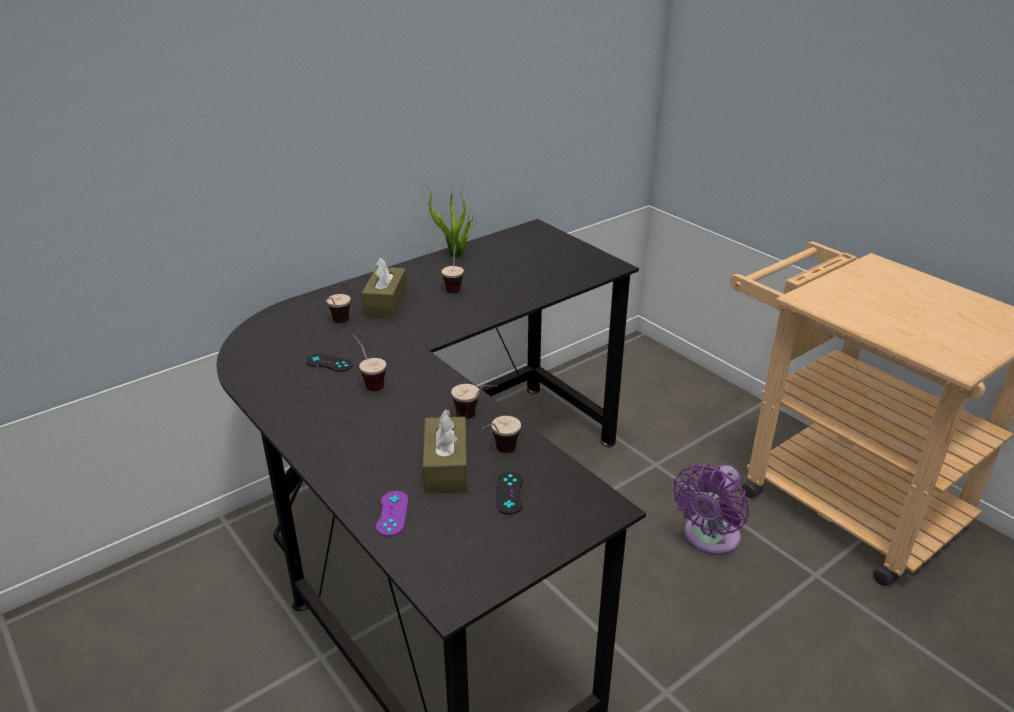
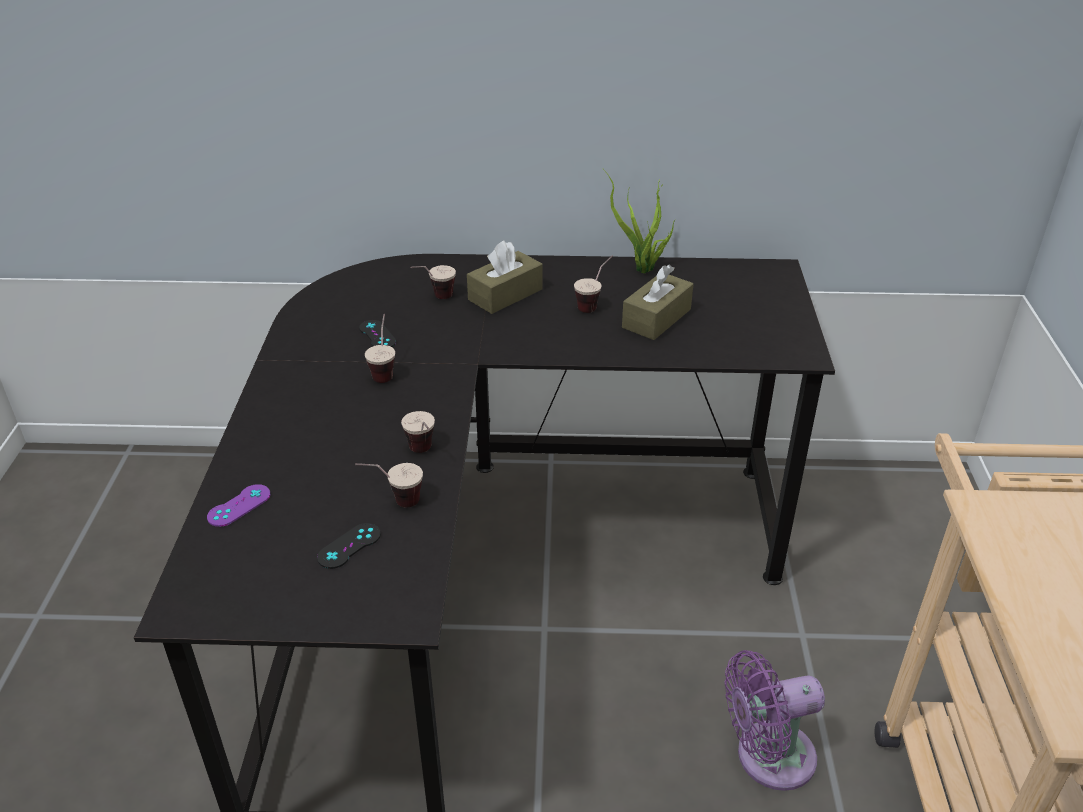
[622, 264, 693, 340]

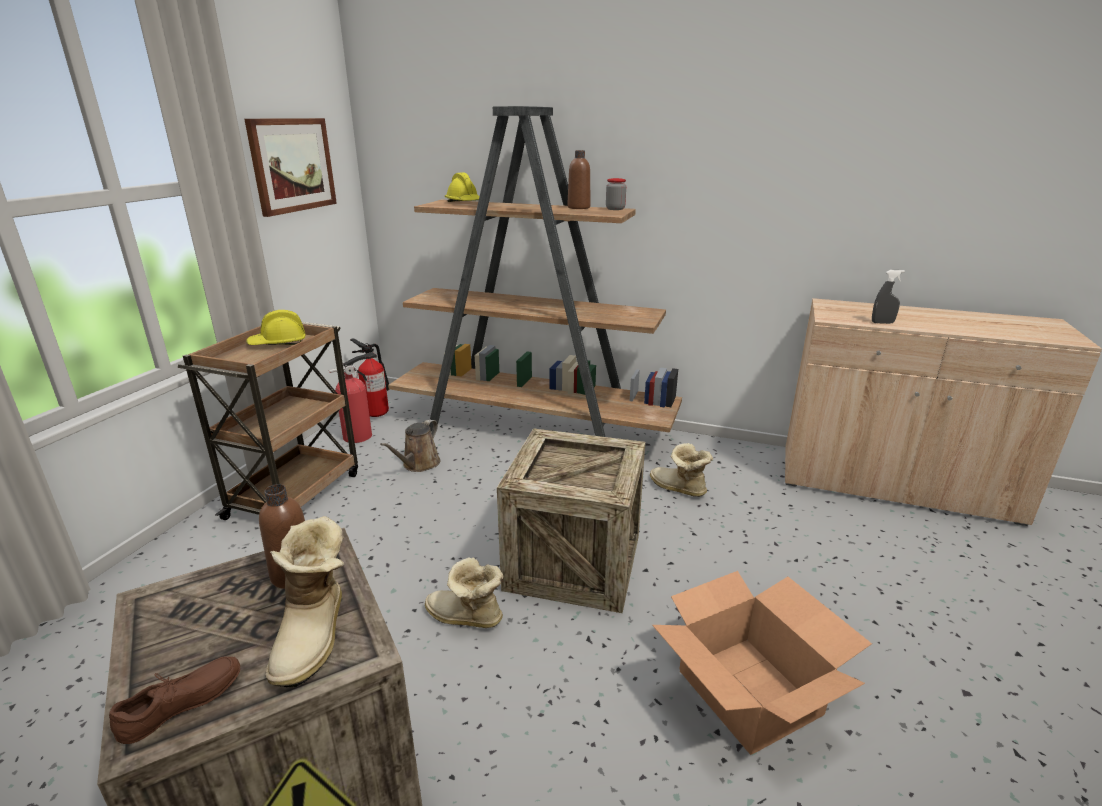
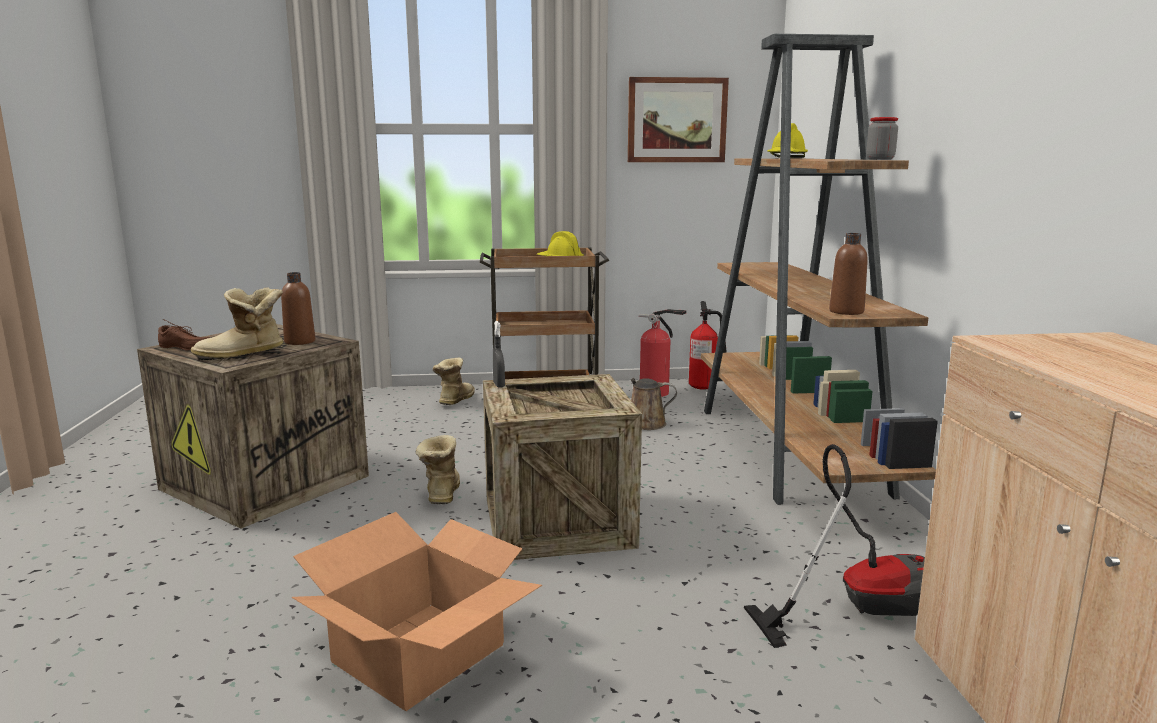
[829, 233, 868, 315]
[432, 358, 475, 405]
[493, 321, 505, 388]
[743, 444, 925, 648]

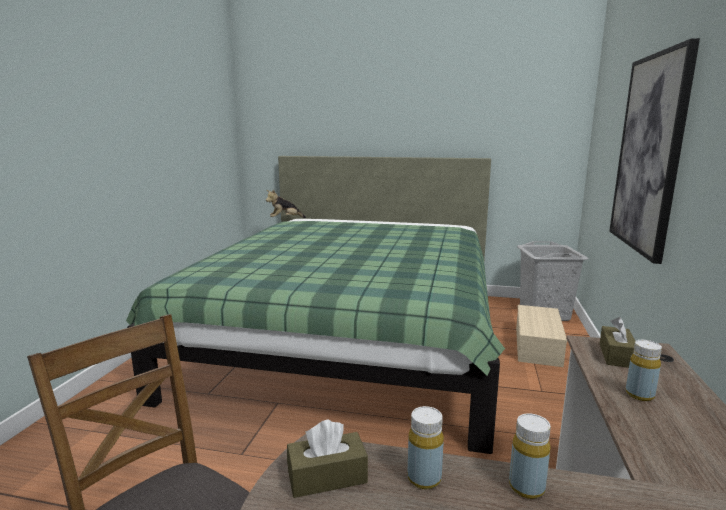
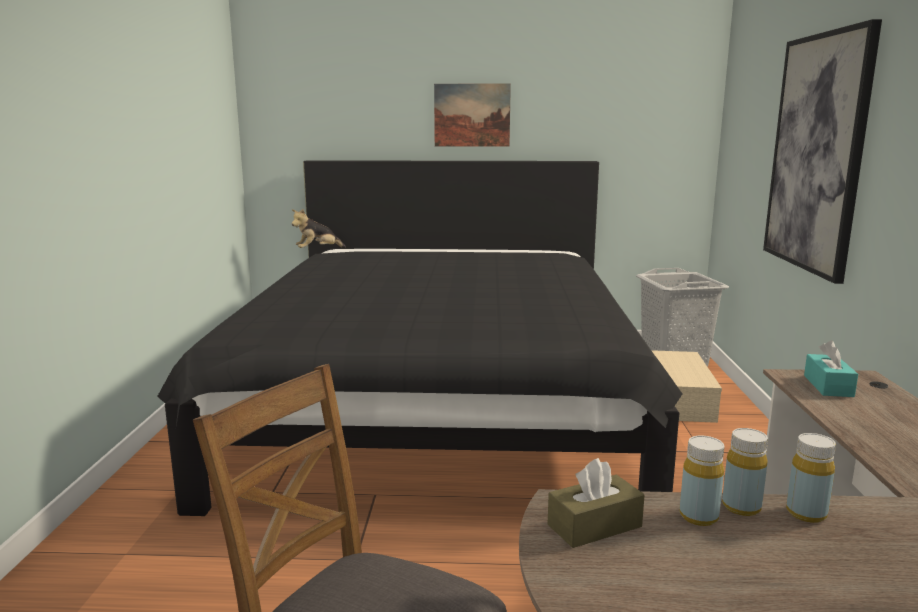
[157, 160, 682, 516]
[804, 341, 858, 397]
[722, 428, 768, 516]
[434, 84, 511, 146]

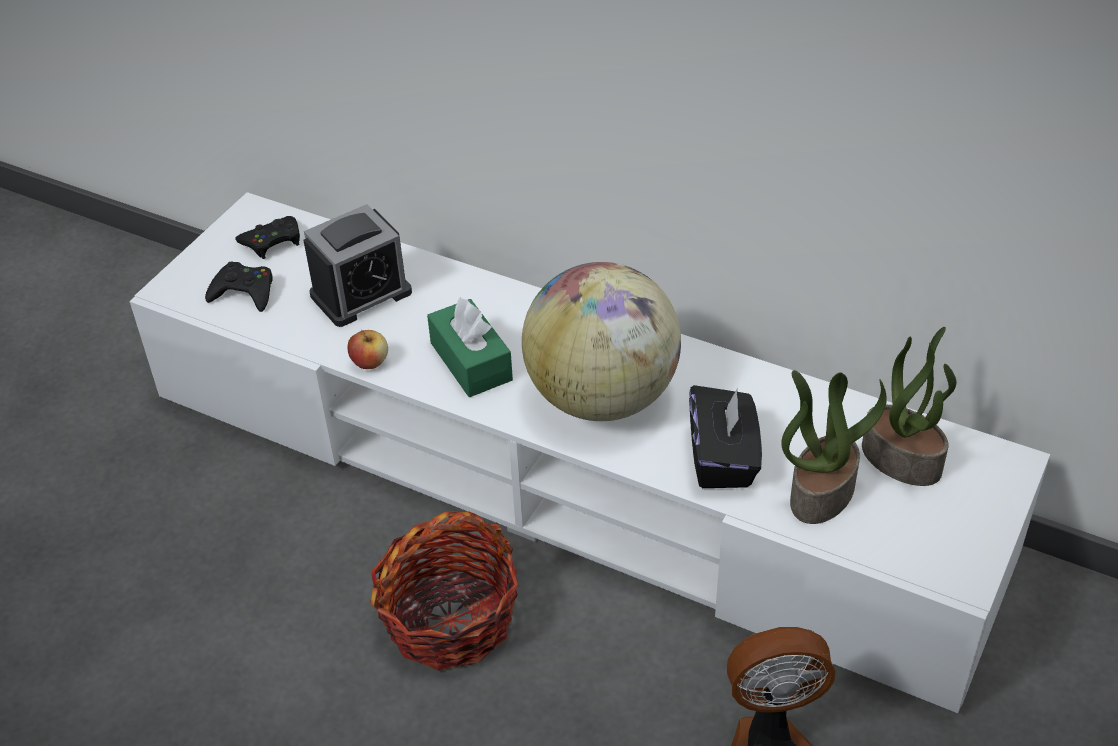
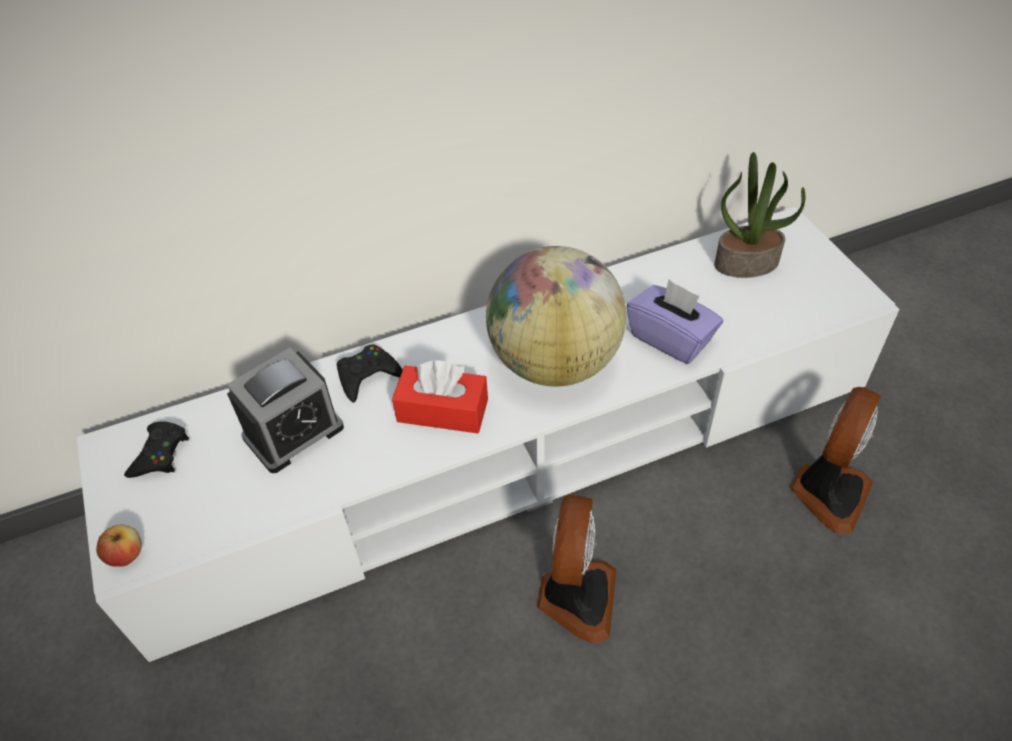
[337, 345, 402, 402]
[227, 348, 344, 473]
[96, 525, 142, 567]
[537, 495, 617, 644]
[392, 360, 488, 433]
[626, 280, 723, 364]
[781, 370, 887, 524] (first image)

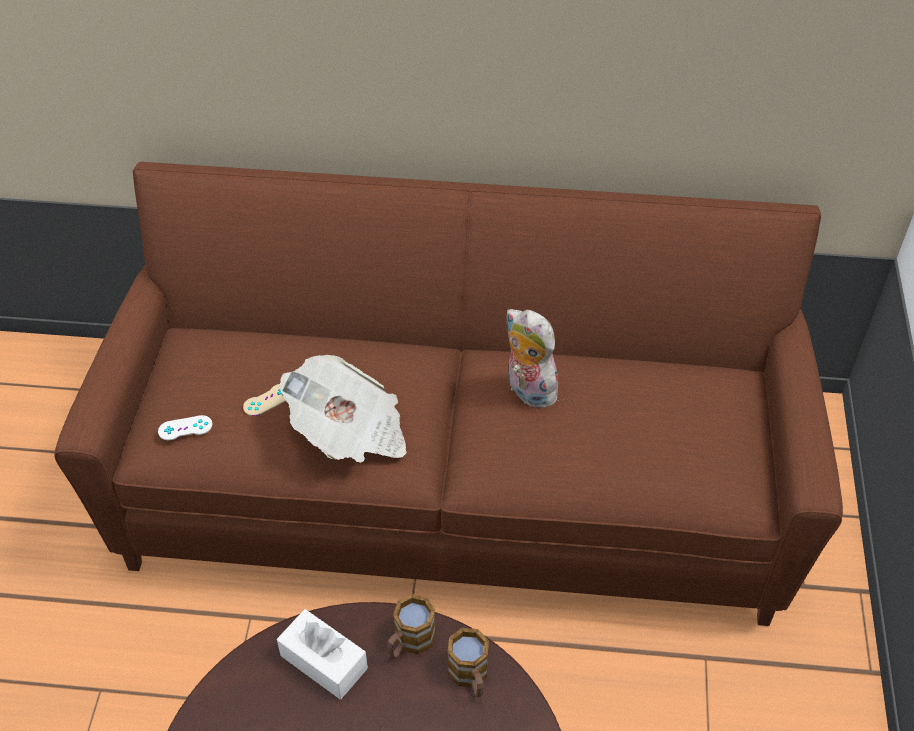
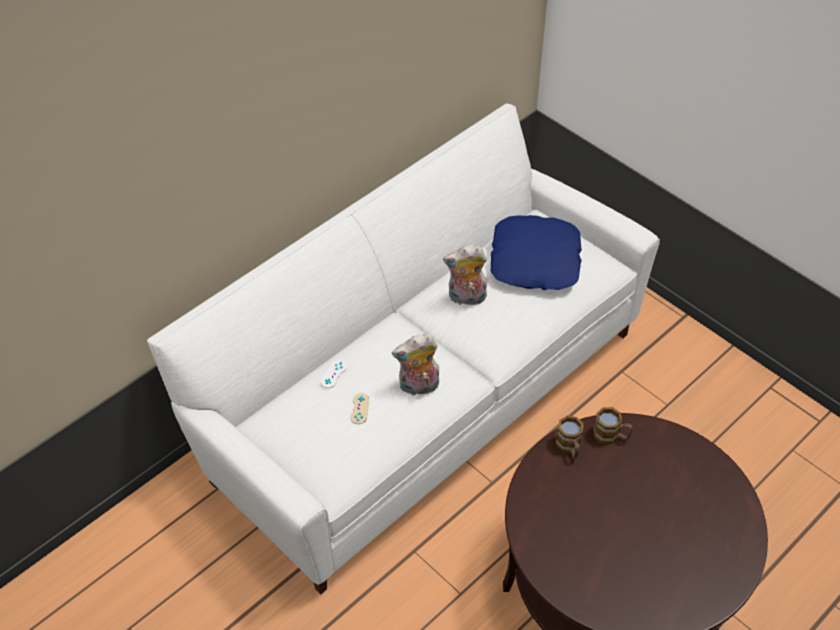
[147, 103, 660, 594]
[320, 360, 347, 388]
[277, 609, 368, 699] (first image)
[392, 333, 439, 396]
[491, 215, 582, 290]

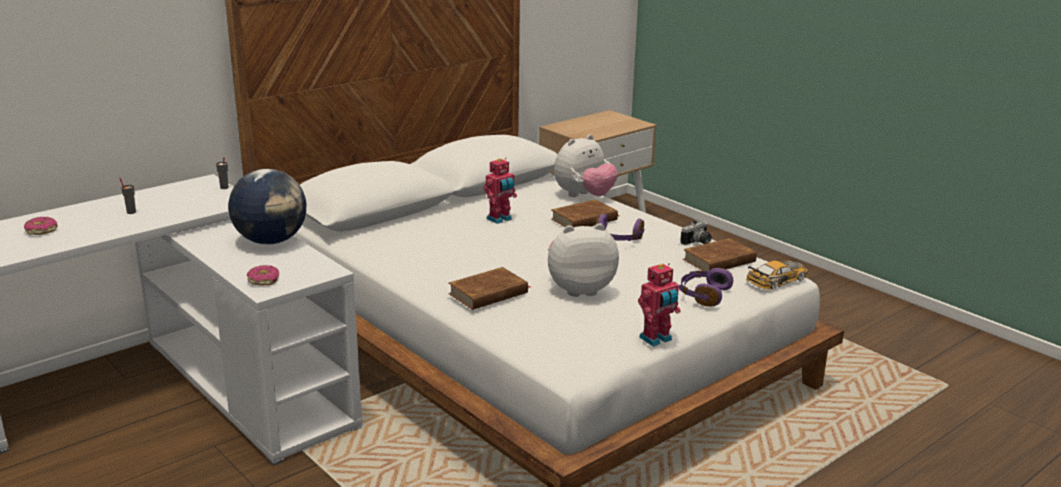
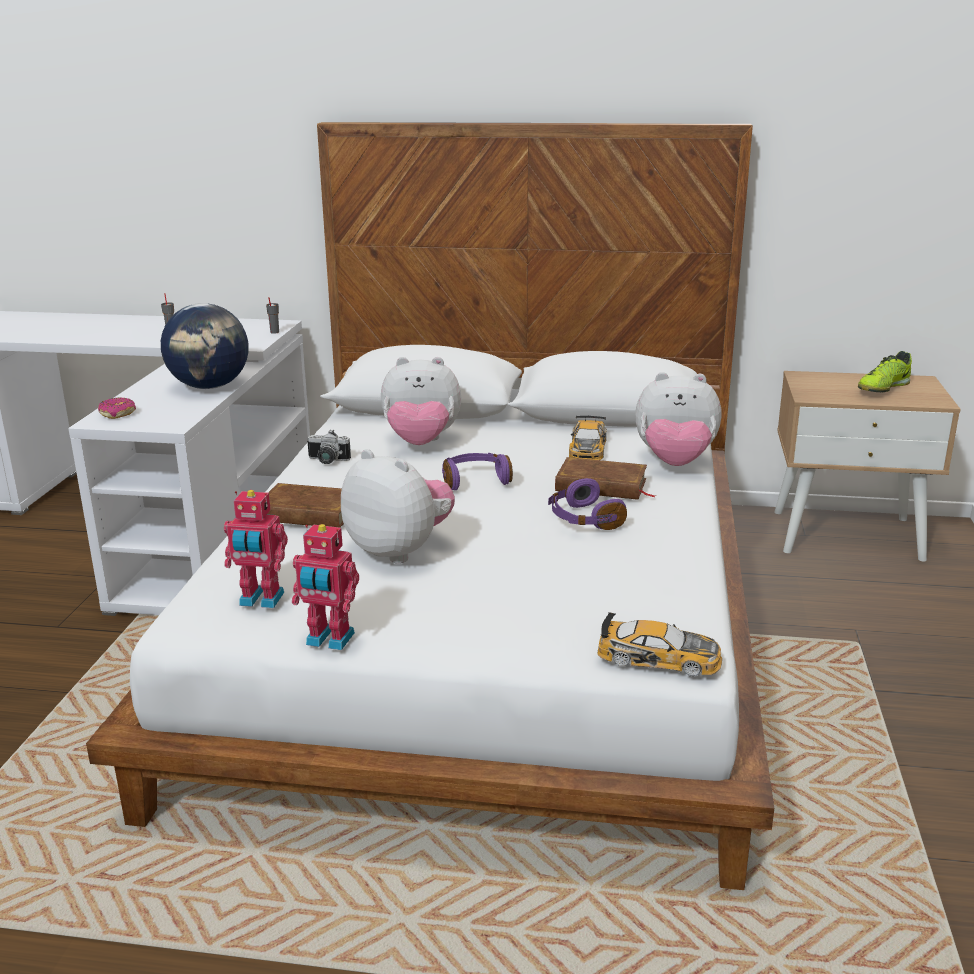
[24, 217, 58, 235] (first image)
[224, 490, 288, 608]
[442, 453, 513, 490]
[307, 430, 351, 464]
[683, 238, 757, 271] (first image)
[381, 357, 461, 445]
[569, 415, 607, 460]
[858, 351, 912, 392]

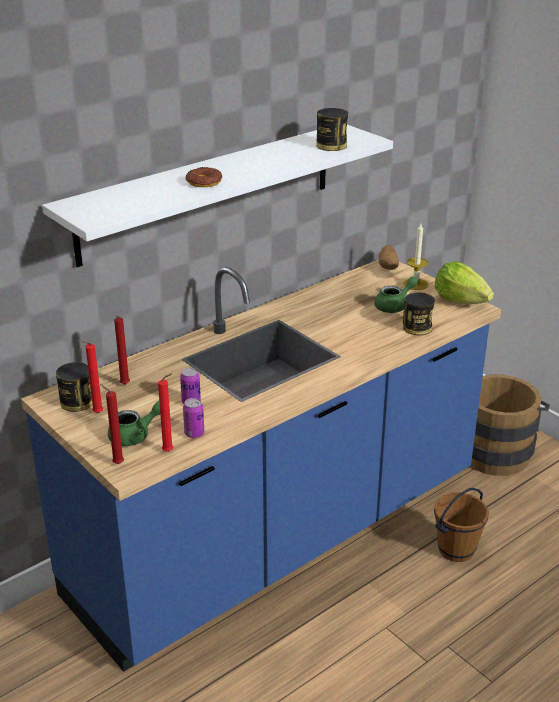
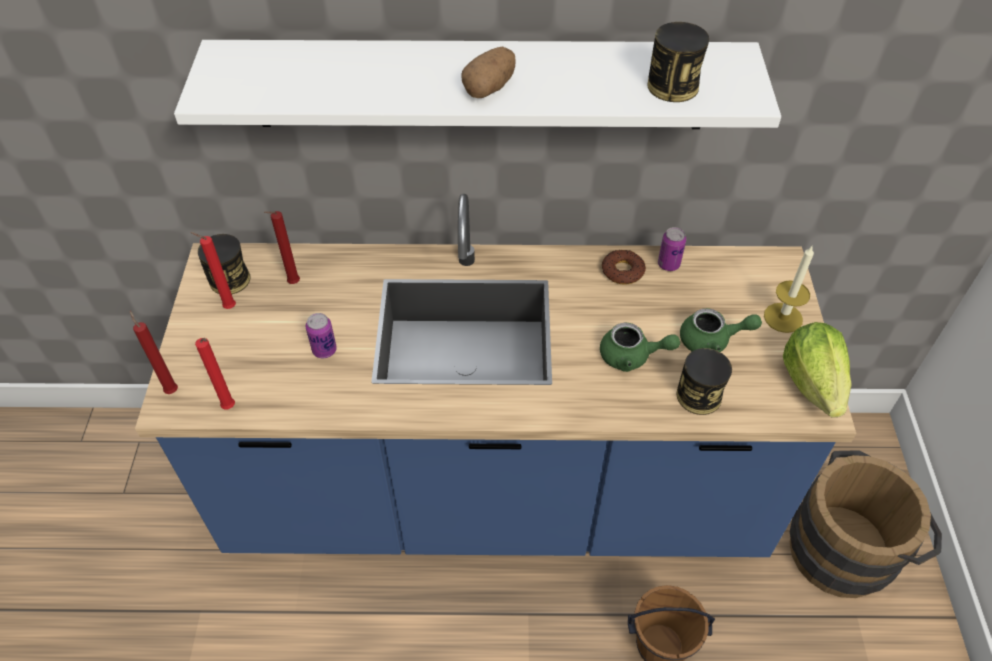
[600, 323, 680, 372]
[658, 227, 686, 271]
[602, 250, 646, 285]
[462, 46, 515, 98]

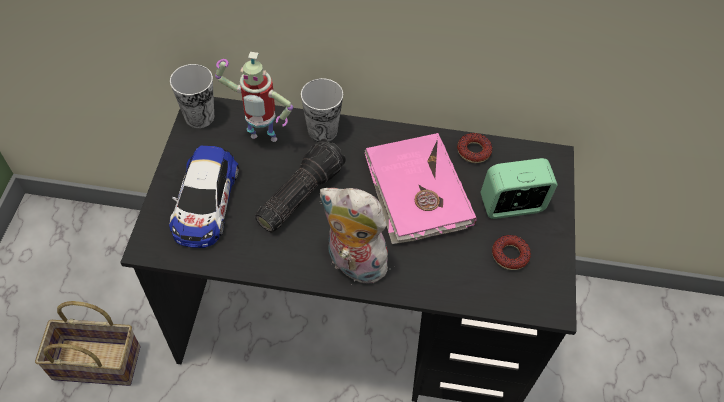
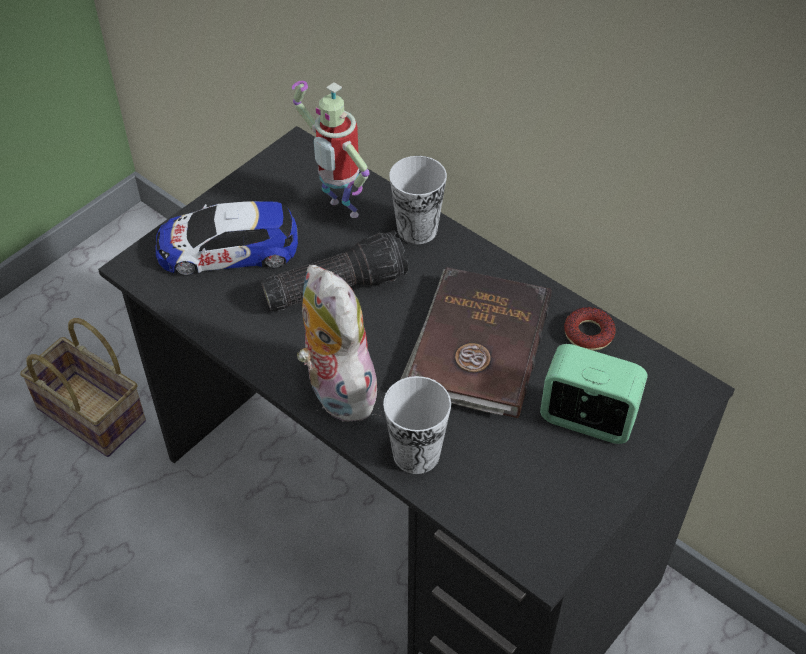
[155, 201, 298, 276]
[383, 376, 451, 474]
[400, 267, 551, 418]
[492, 235, 531, 270] (first image)

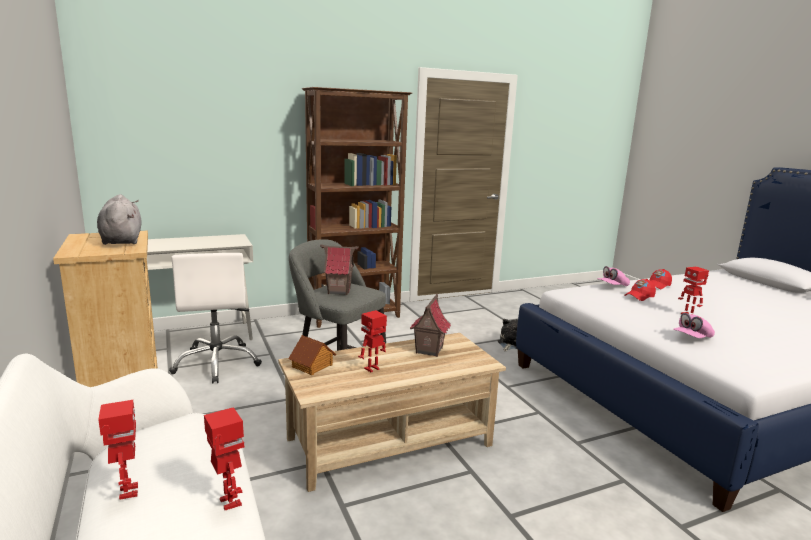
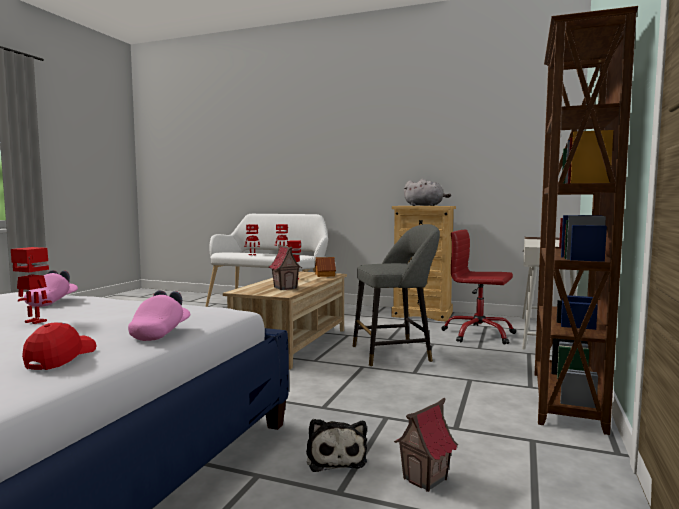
[441, 230, 516, 345]
[394, 398, 458, 492]
[625, 279, 656, 301] (first image)

